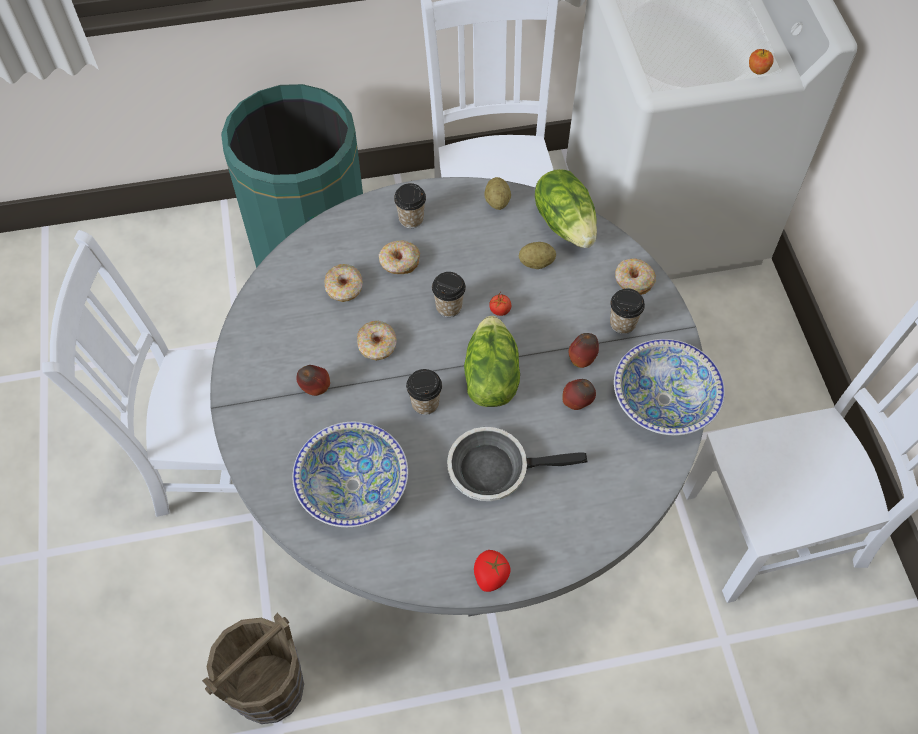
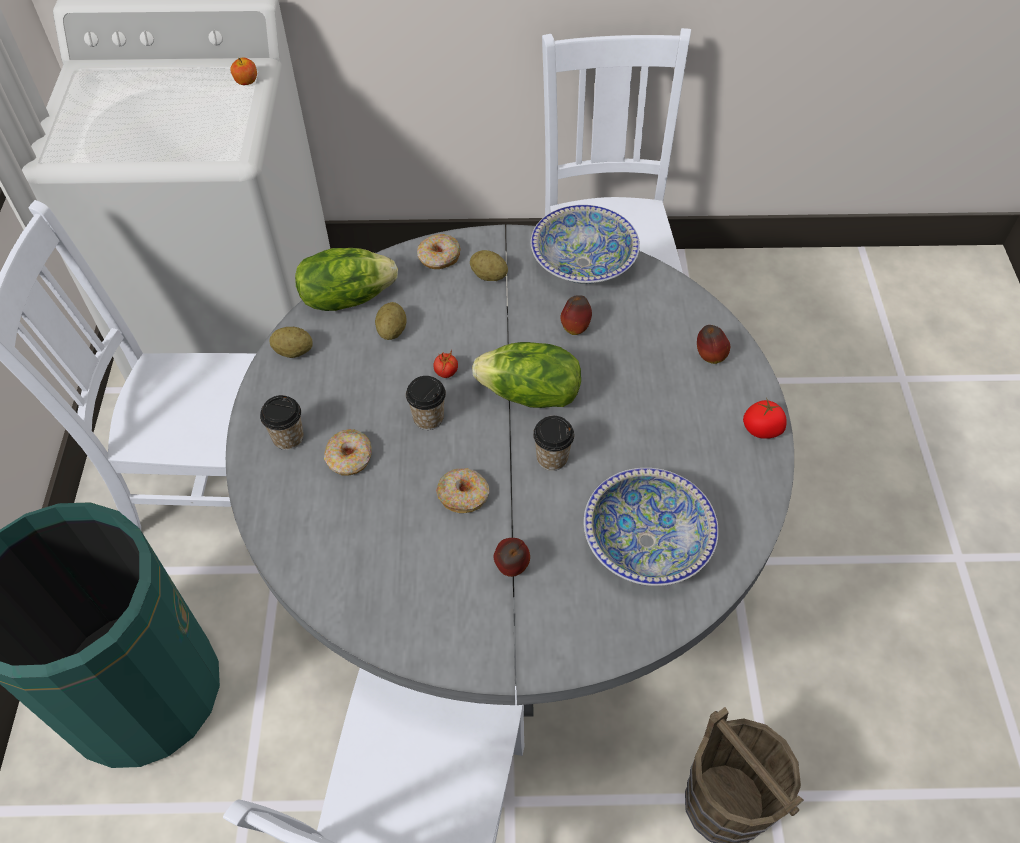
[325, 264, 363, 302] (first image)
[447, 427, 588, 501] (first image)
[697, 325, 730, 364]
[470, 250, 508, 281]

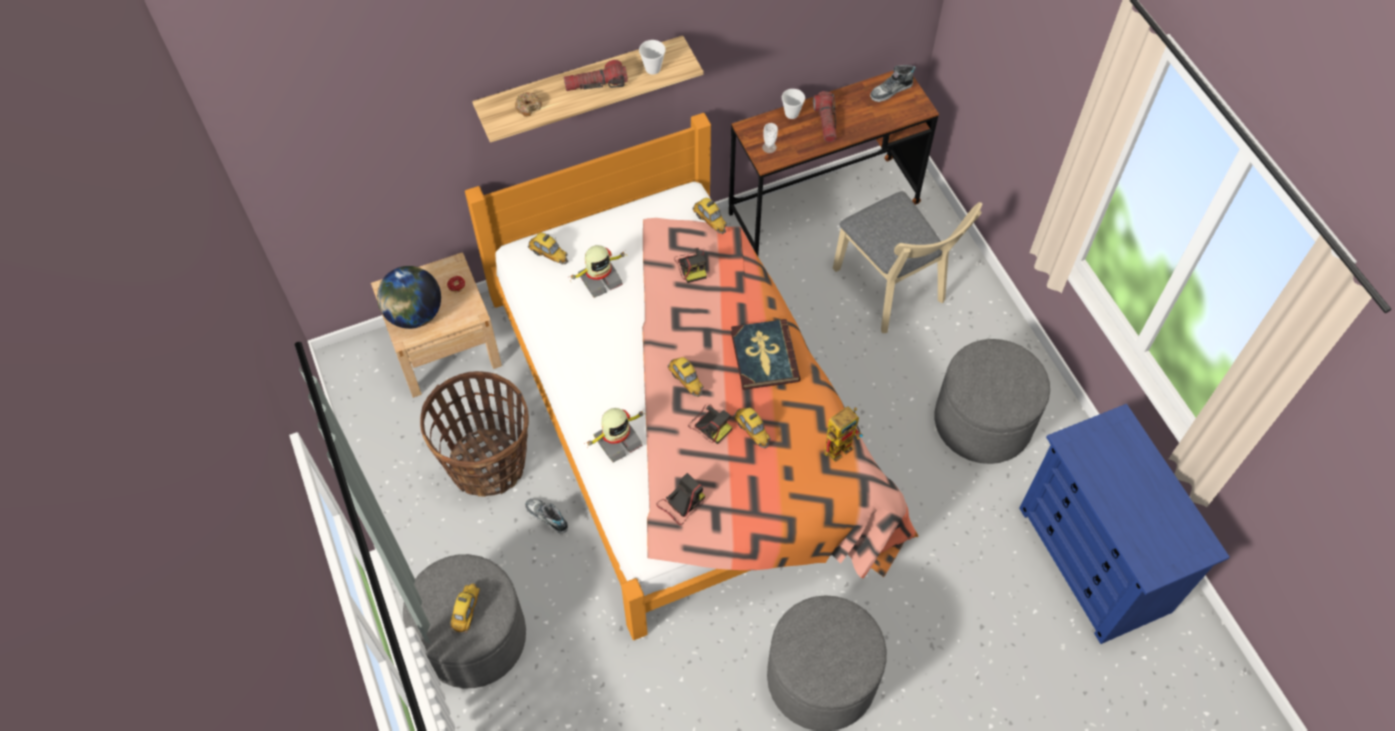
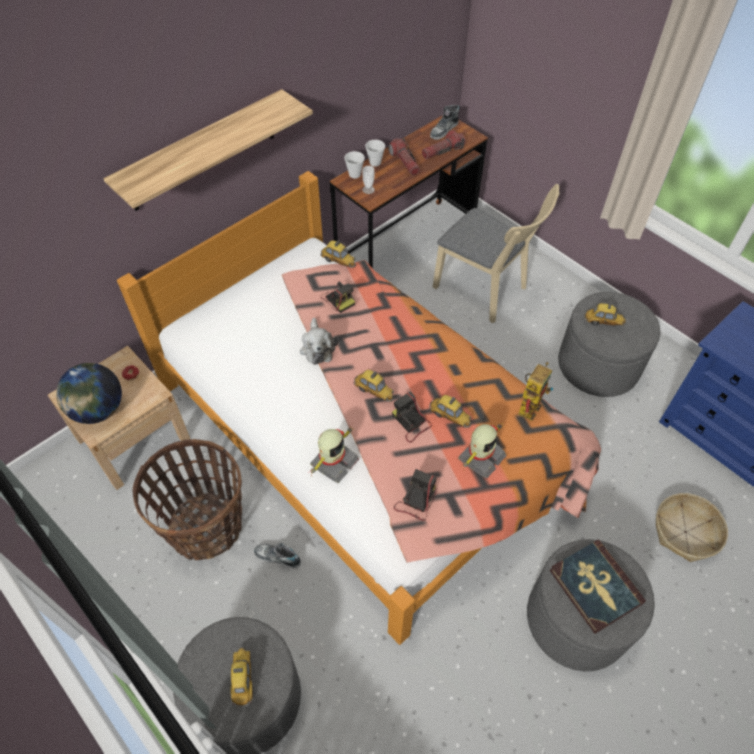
[515, 92, 542, 117] (first image)
[584, 302, 626, 326]
[422, 130, 466, 159]
[458, 421, 506, 479]
[344, 151, 365, 179]
[392, 392, 432, 443]
[550, 539, 646, 634]
[300, 318, 338, 365]
[656, 493, 728, 562]

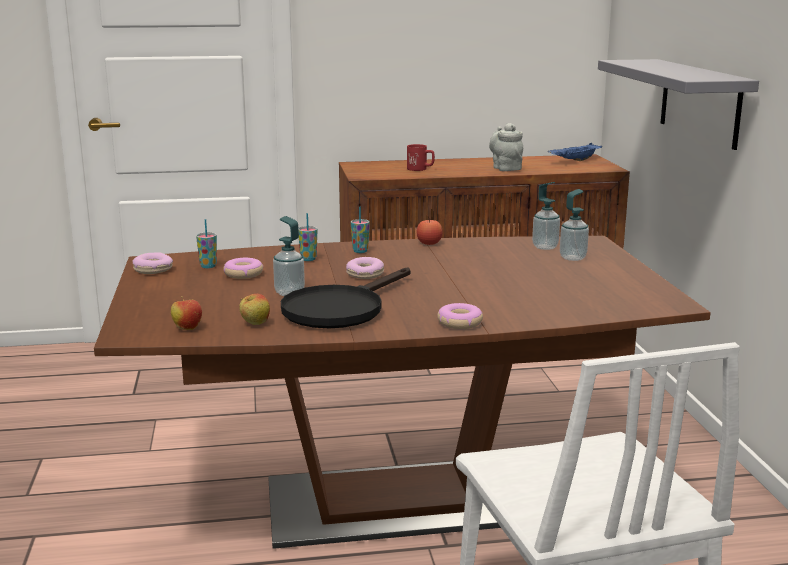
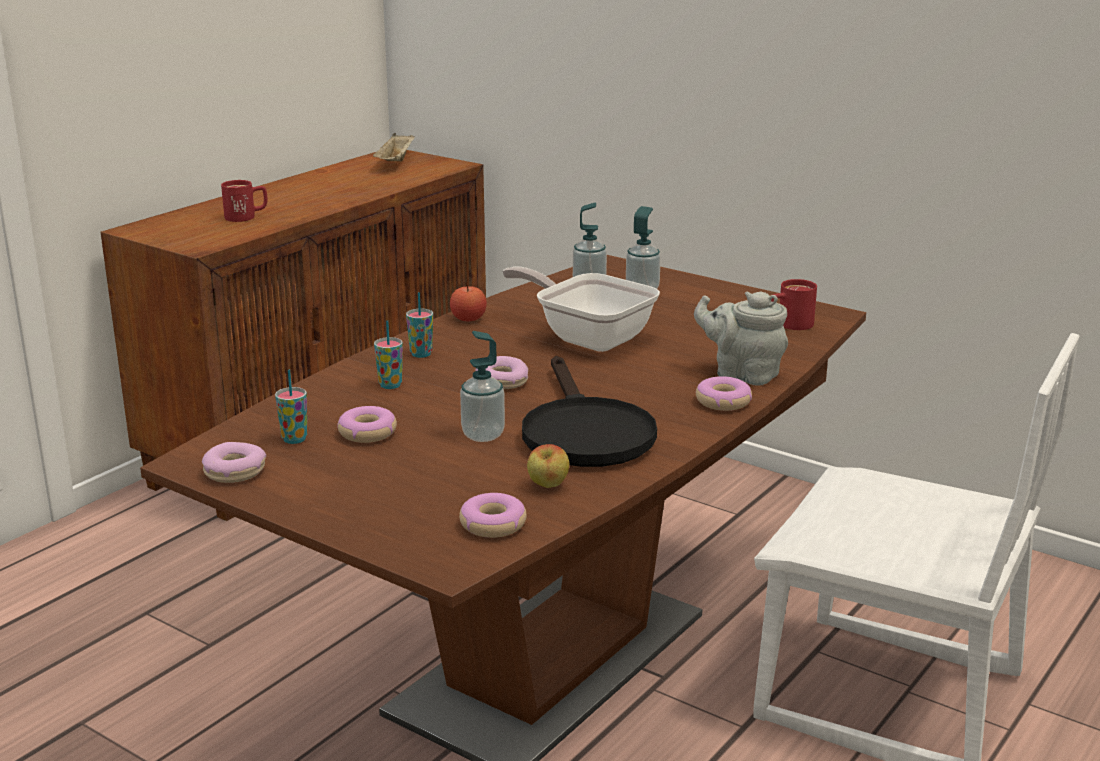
[459, 493, 527, 538]
[694, 291, 788, 386]
[373, 133, 415, 161]
[598, 59, 759, 150] (first image)
[502, 266, 660, 352]
[771, 279, 817, 330]

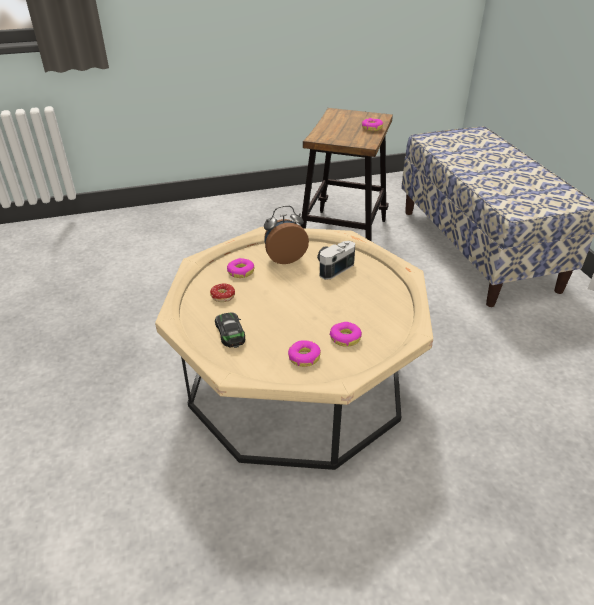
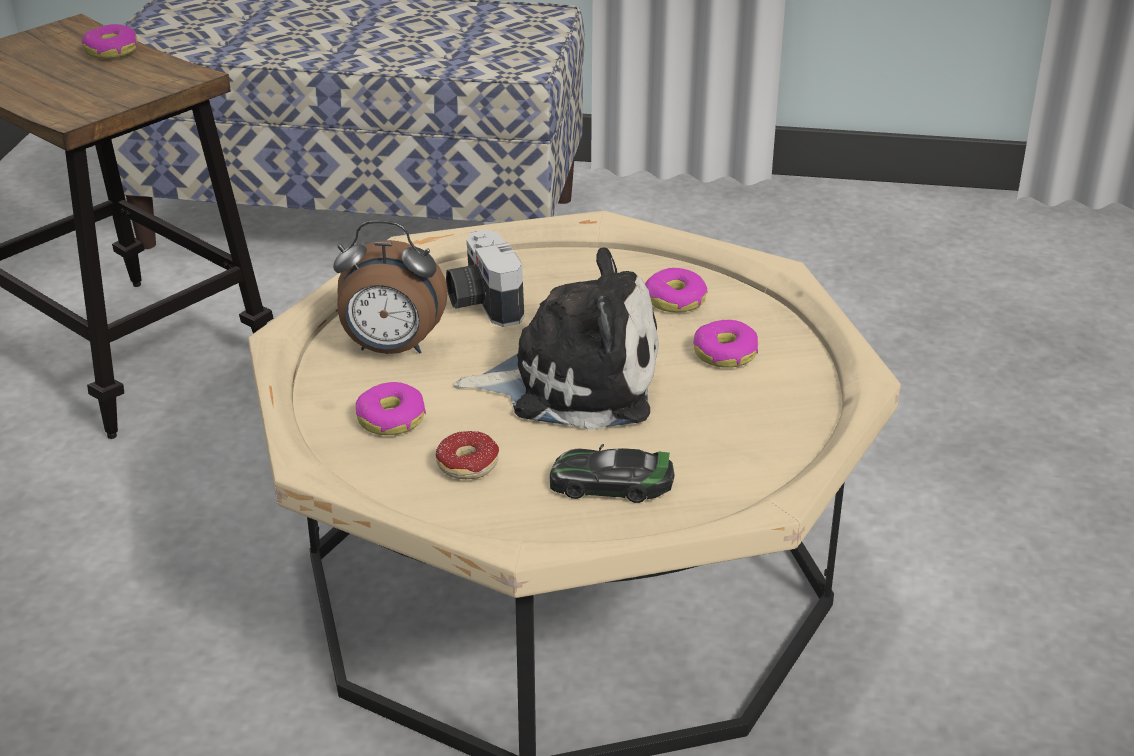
[333, 220, 448, 354]
[645, 268, 707, 313]
[453, 248, 658, 430]

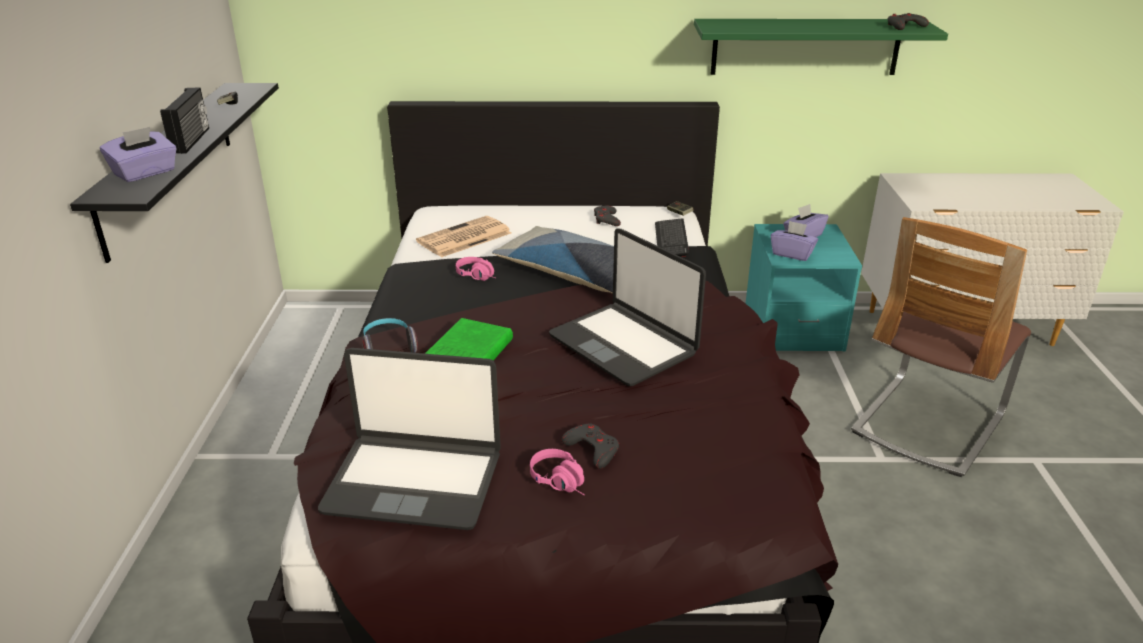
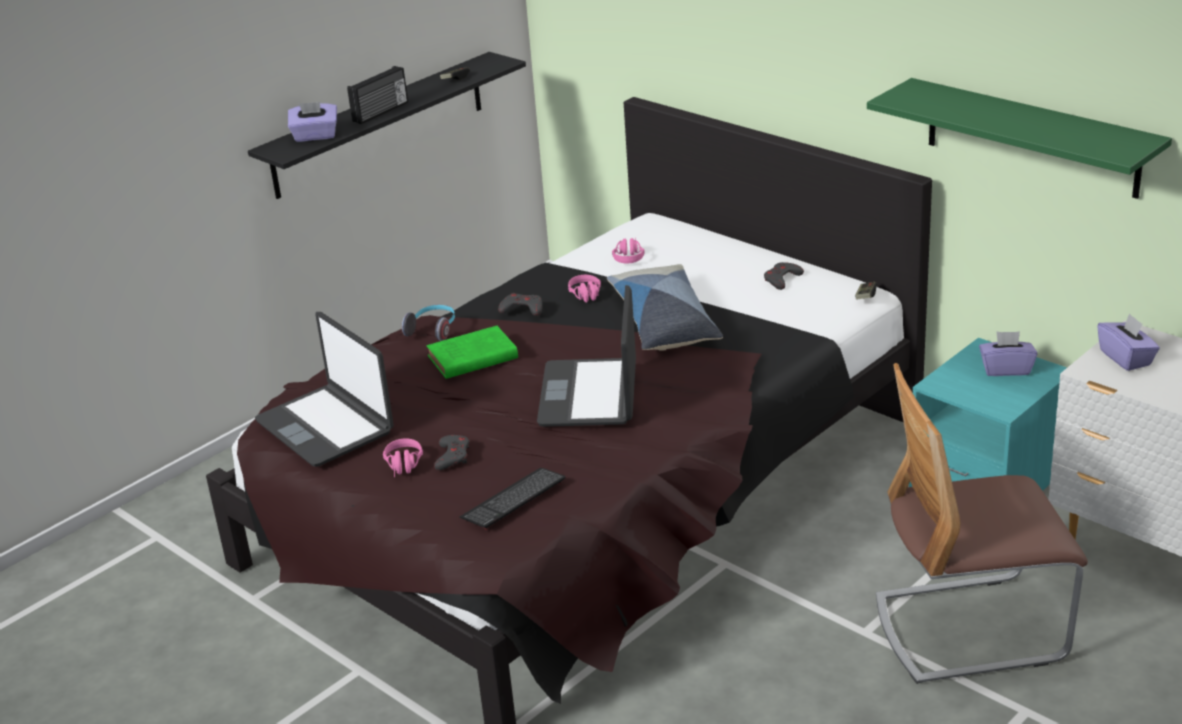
[612, 237, 645, 263]
[459, 468, 565, 530]
[1097, 313, 1160, 371]
[498, 293, 543, 316]

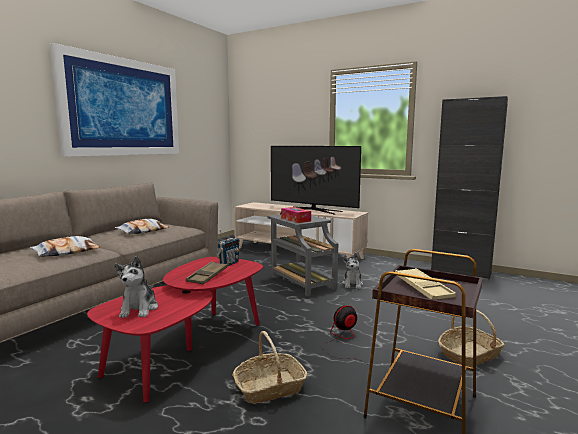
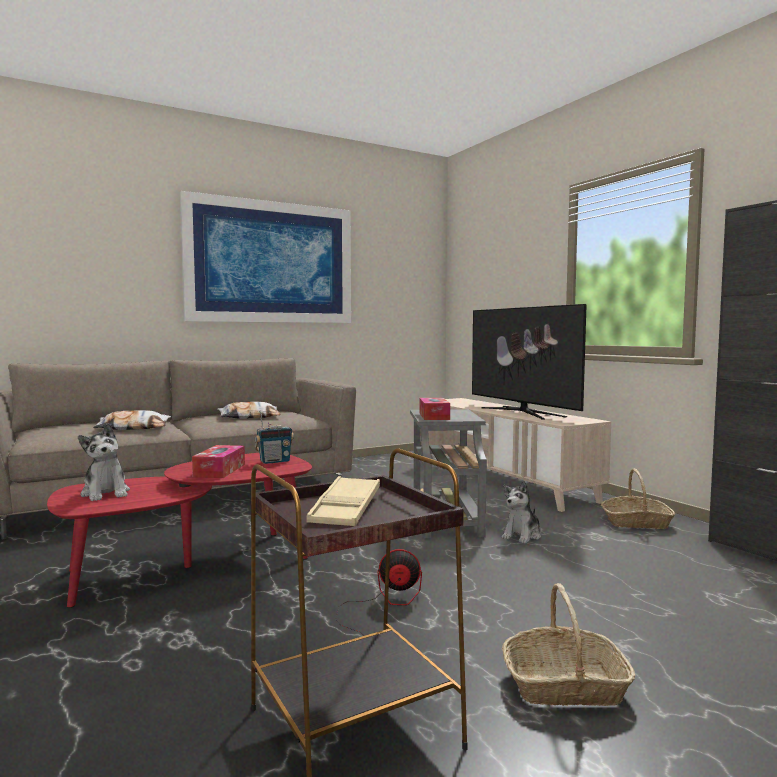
[78, 423, 130, 501]
[192, 445, 245, 478]
[601, 469, 675, 529]

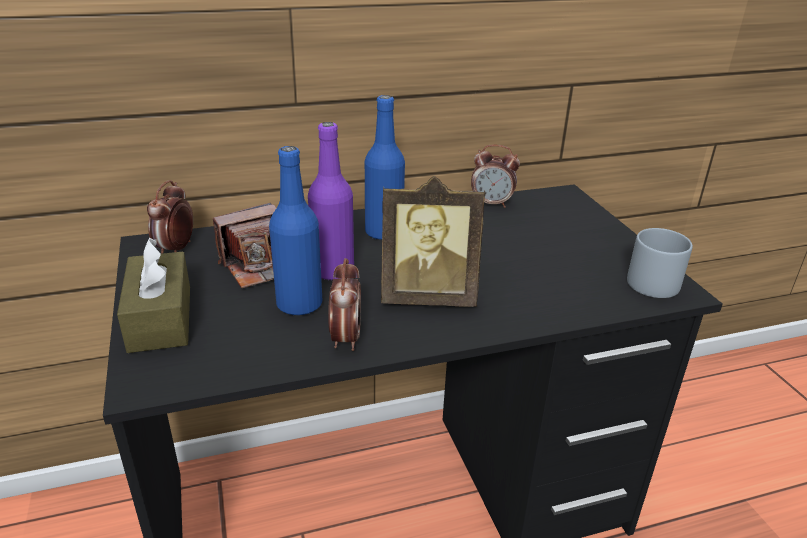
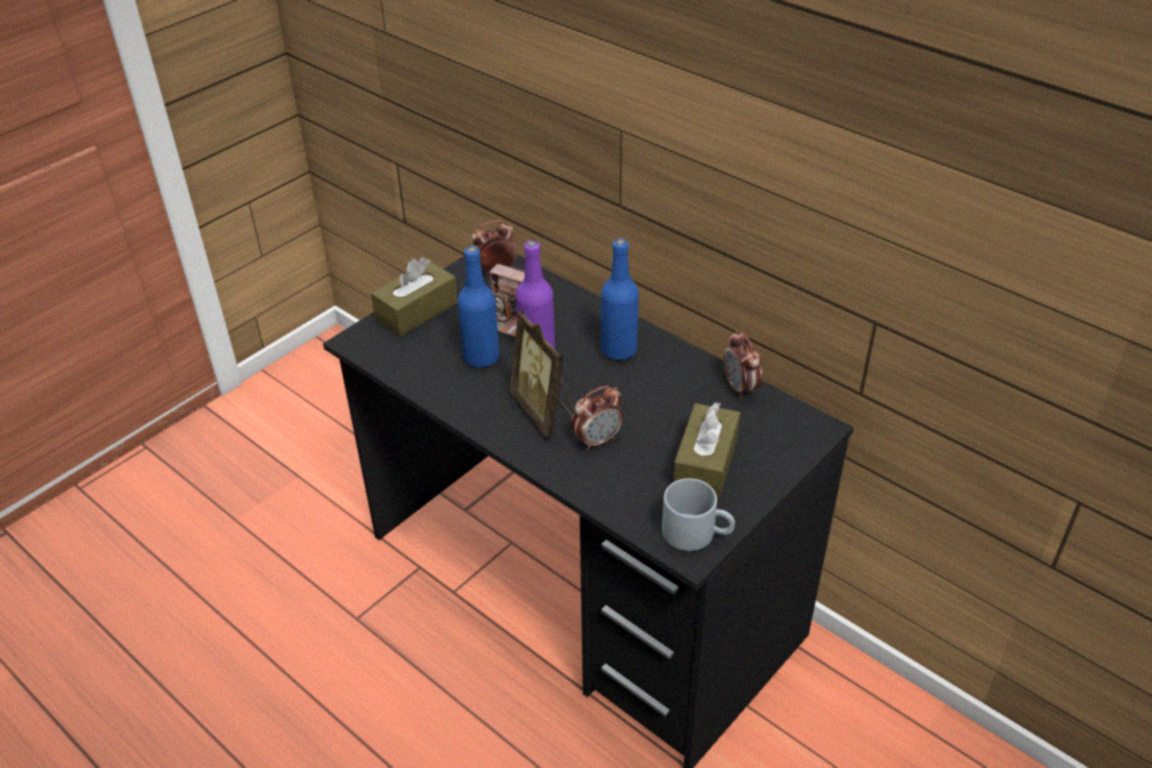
[571, 386, 623, 451]
[673, 402, 740, 499]

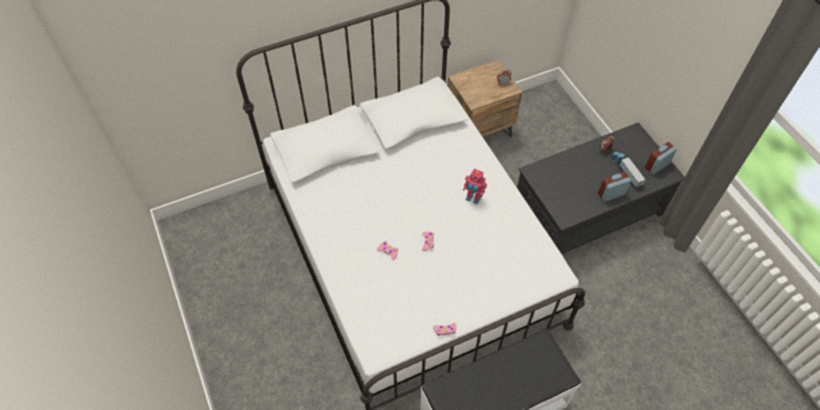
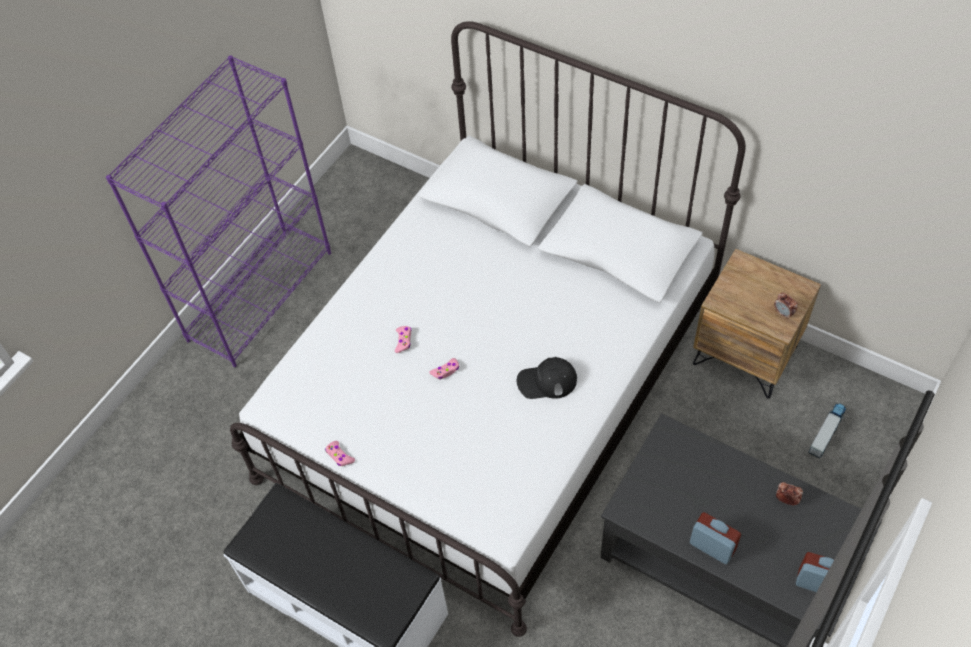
[517, 357, 577, 399]
[808, 403, 847, 458]
[106, 55, 331, 367]

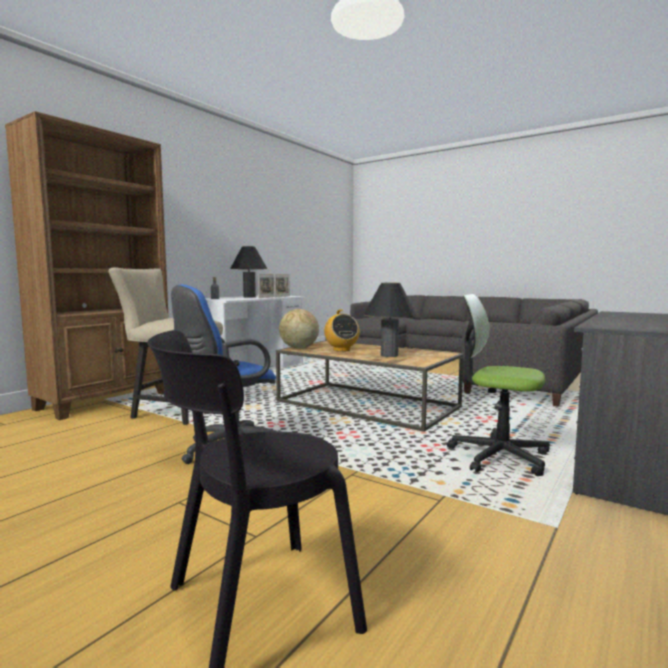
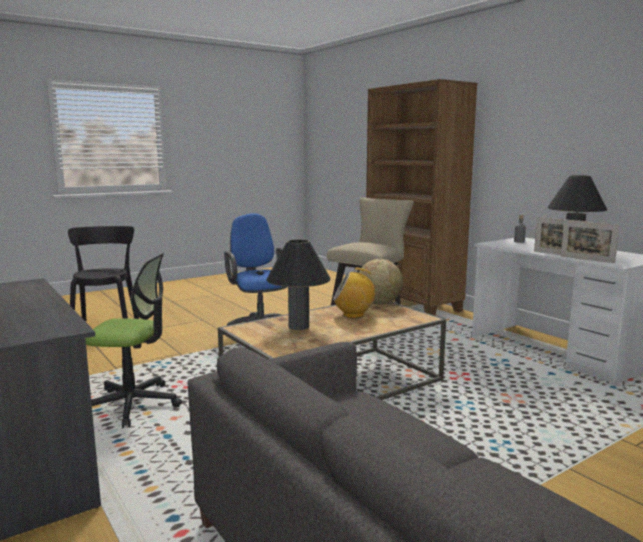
[85, 253, 182, 428]

